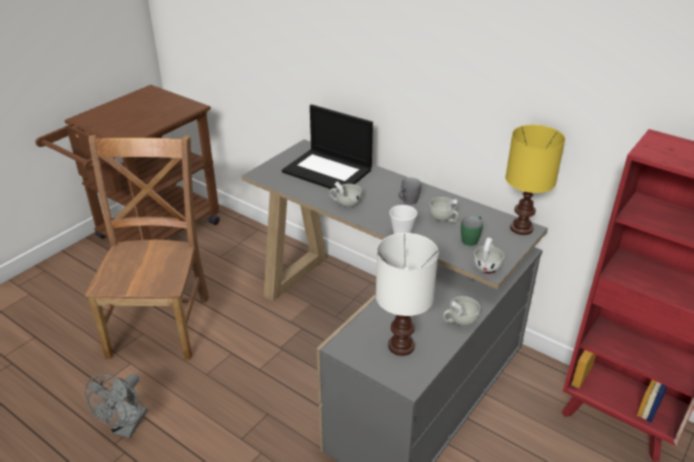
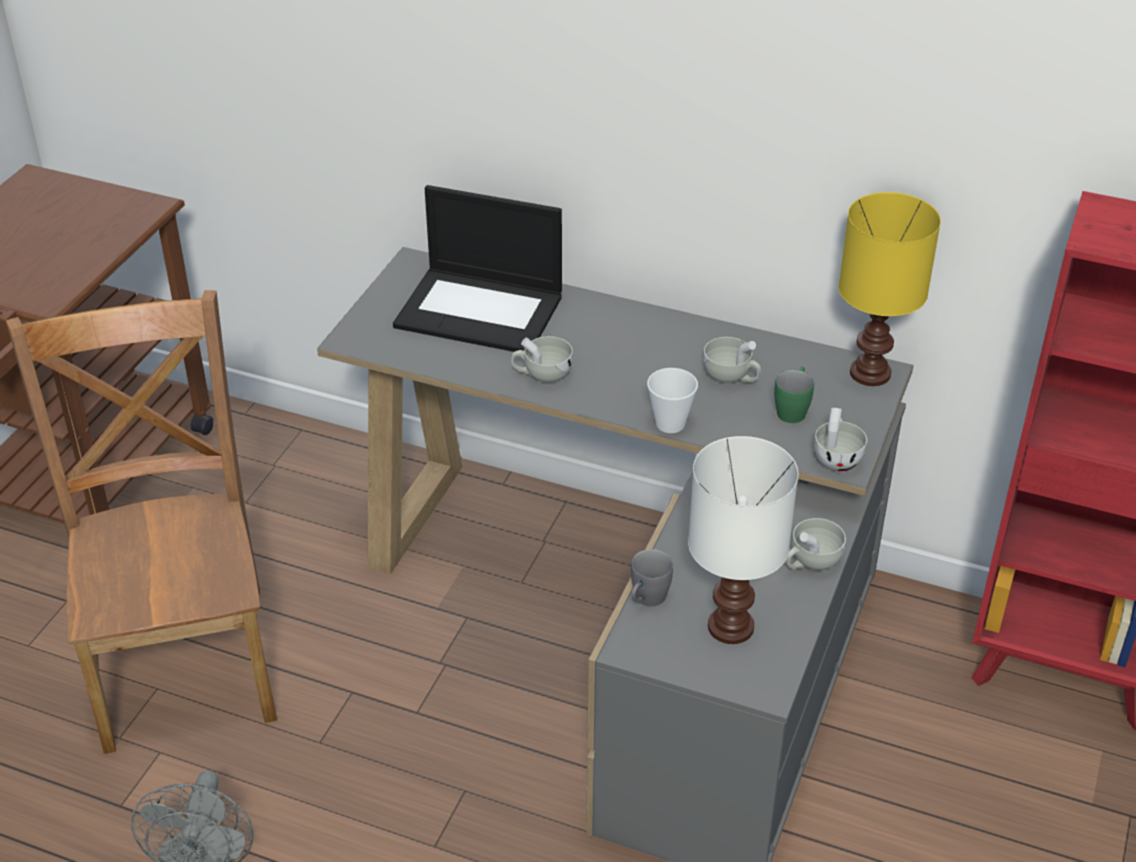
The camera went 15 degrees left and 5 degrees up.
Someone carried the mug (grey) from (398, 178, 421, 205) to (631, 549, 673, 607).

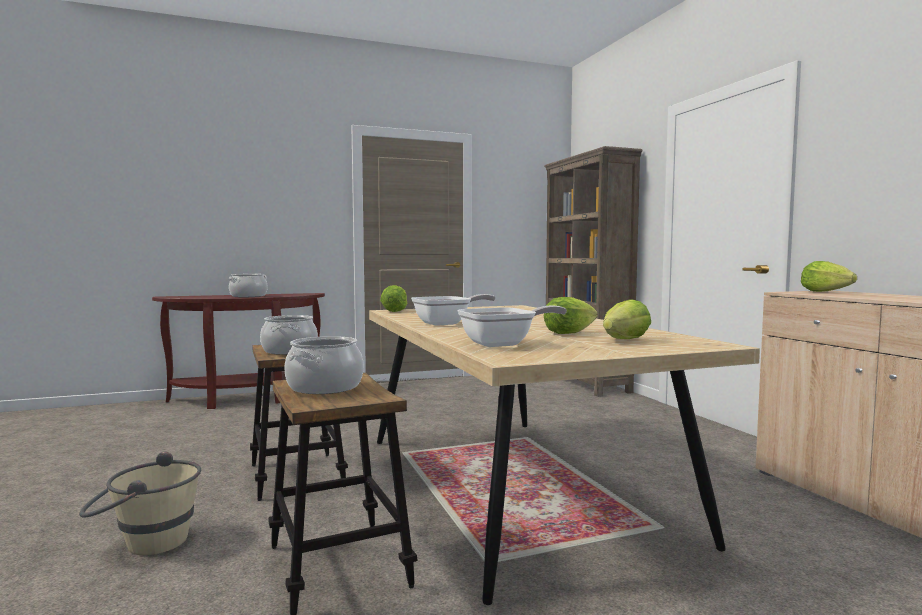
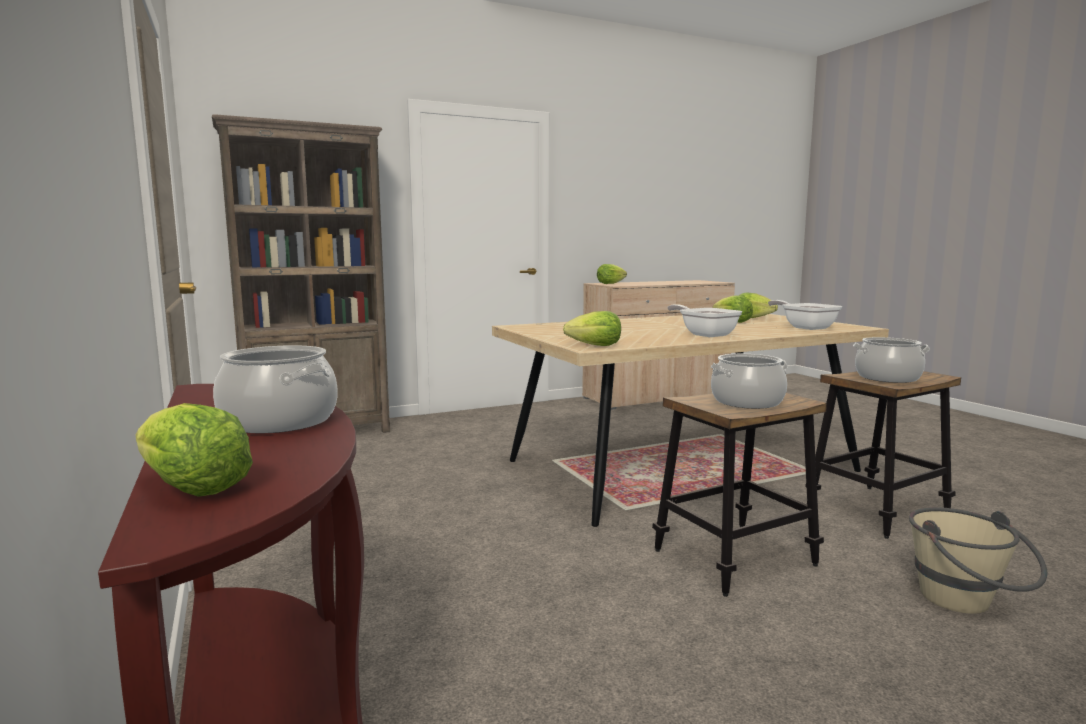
The camera went 95 degrees left and 5 degrees up.
Someone put down the lettuce at (135, 403, 253, 497).

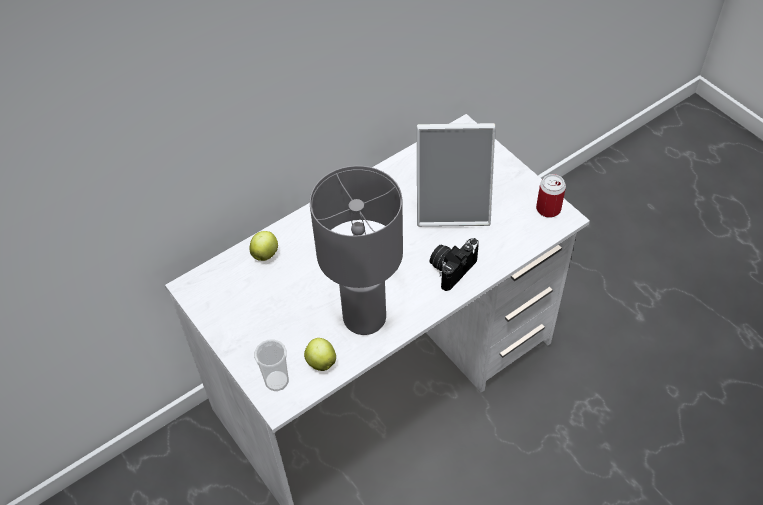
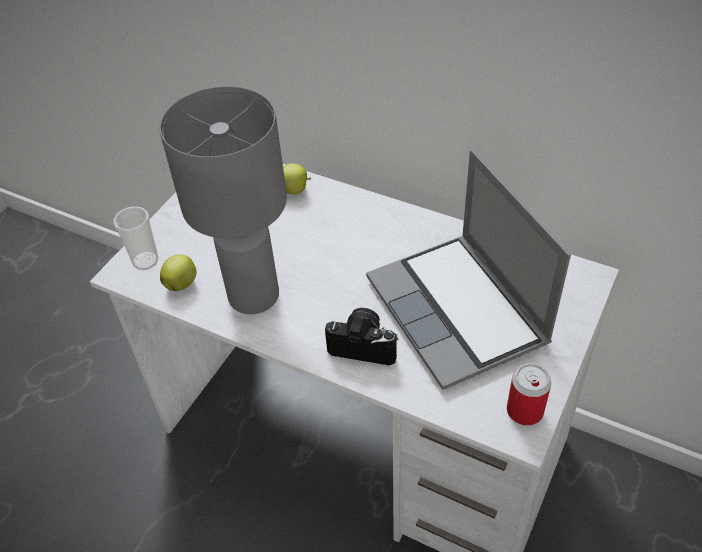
The camera went 65 degrees right and 5 degrees down.
Someone swapped the picture frame at (417, 123, 495, 227) for the laptop at (366, 149, 571, 390).

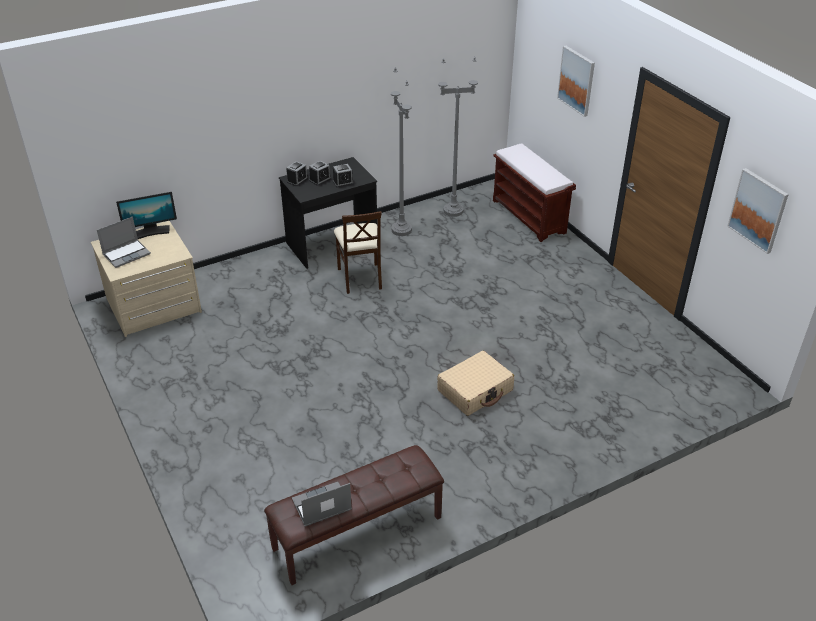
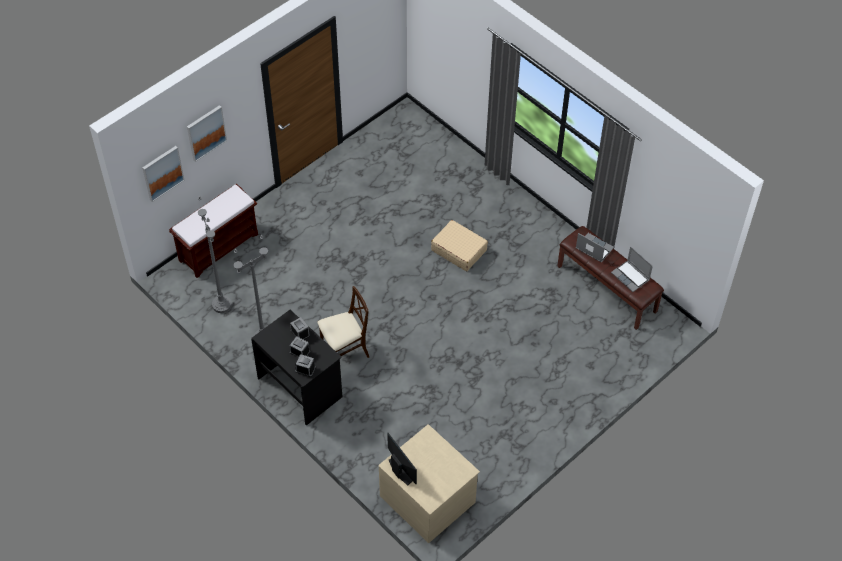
The camera went 105 degrees left and 15 degrees up.
Someone carried the laptop from (97, 217, 151, 268) to (576, 233, 614, 263).
Someone carried the picture from (727, 168, 789, 254) to (142, 146, 184, 202).

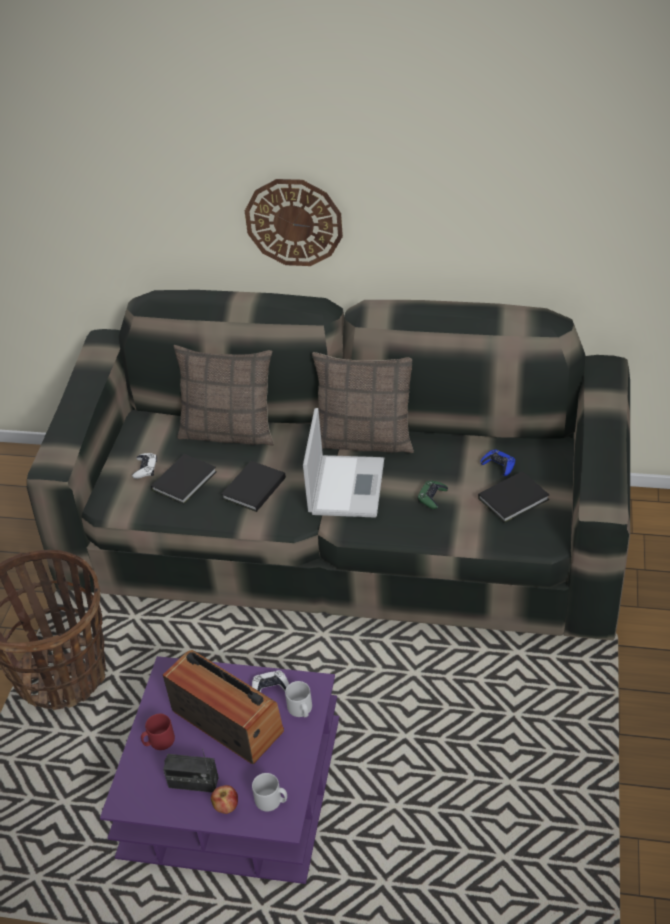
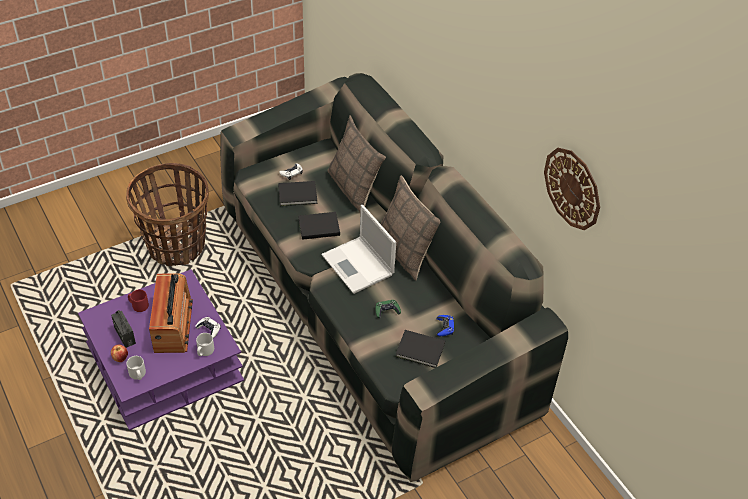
The camera went 45 degrees right and 5 degrees up.
Someone carried the wall clock from (245, 179, 343, 266) to (544, 148, 600, 230).
Someone rotated the laptop at (303, 408, 384, 518) by 90 degrees clockwise.

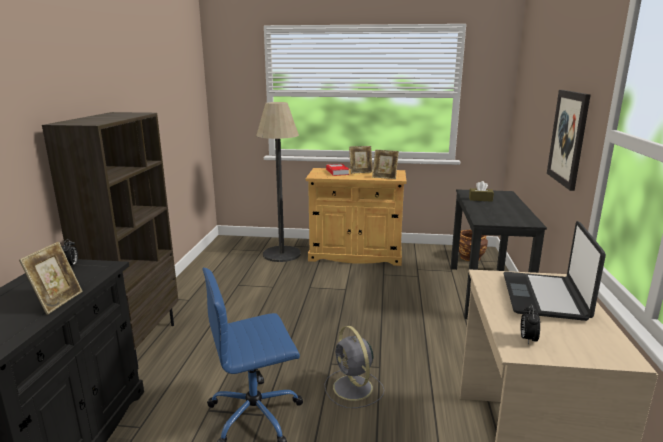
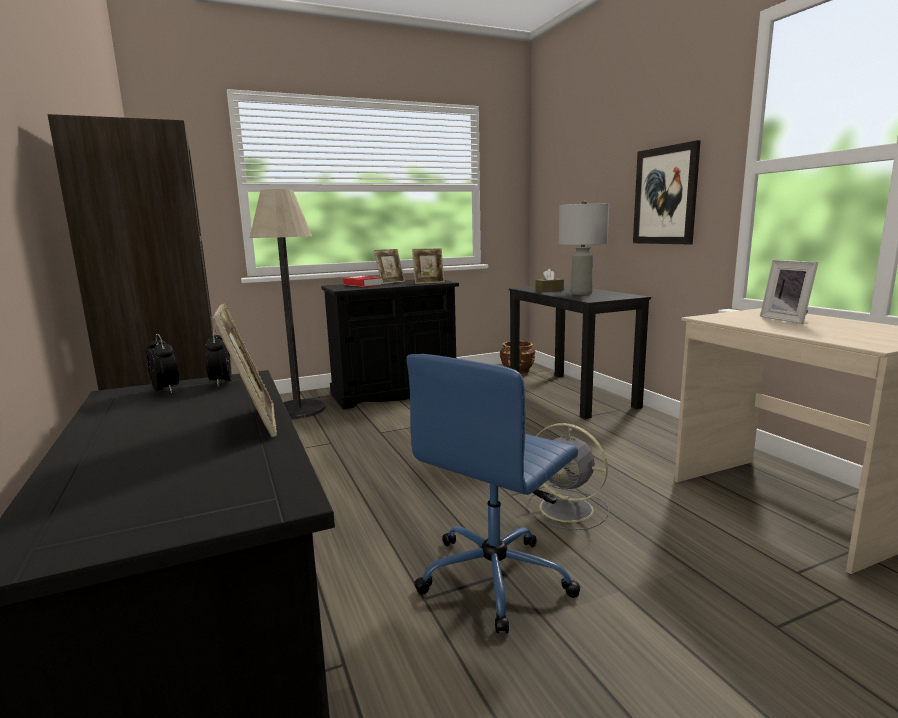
The camera went 30 degrees left and 5 degrees down.
Someone repainted the cabinet (beige) at (306, 168, 407, 266), which became the cabinet (black) at (321, 280, 459, 409).
Someone swapped the laptop at (503, 221, 606, 321) for the picture frame at (760, 260, 818, 324).
Someone carried the alarm clock from (520, 304, 540, 345) to (205, 328, 232, 387).
Someone put down the table lamp (grey) at (559, 201, 609, 295).

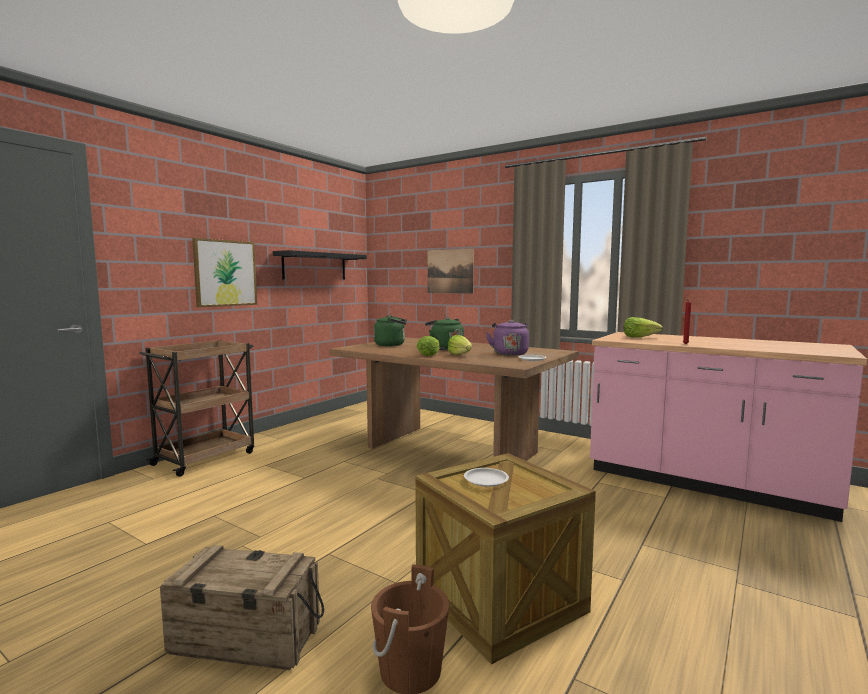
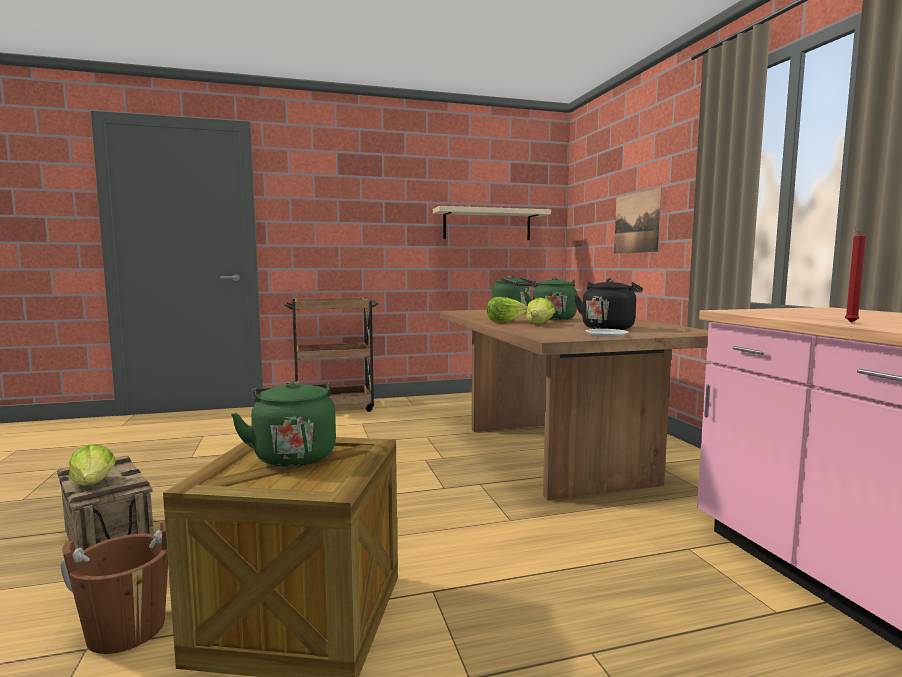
The camera went 40 degrees right and 0 degrees up.
Someone took away the picture at (192, 238, 257, 307).
Someone repainted the shelf (black) at (273, 250, 367, 280), which became the shelf (beige) at (433, 206, 551, 240).
Someone swapped the plate (white) at (464, 468, 509, 487) for the kettle (green) at (231, 380, 336, 467).
Someone repainted the kettle (purple) at (486, 320, 529, 356), which became the kettle (black) at (574, 278, 643, 330).
Someone carried the lettuce from (624, 317, 663, 337) to (69, 445, 116, 485).

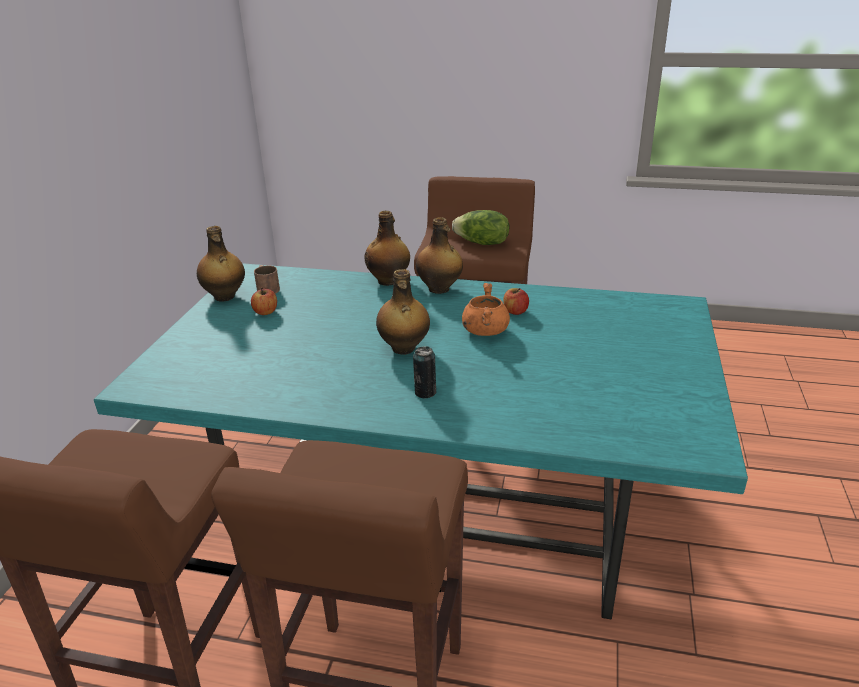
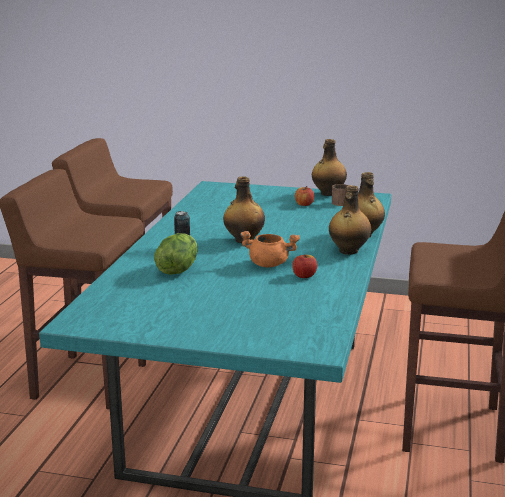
The camera went 90 degrees right and 10 degrees down.
Someone carried the lettuce from (452, 210, 509, 245) to (154, 233, 197, 275).

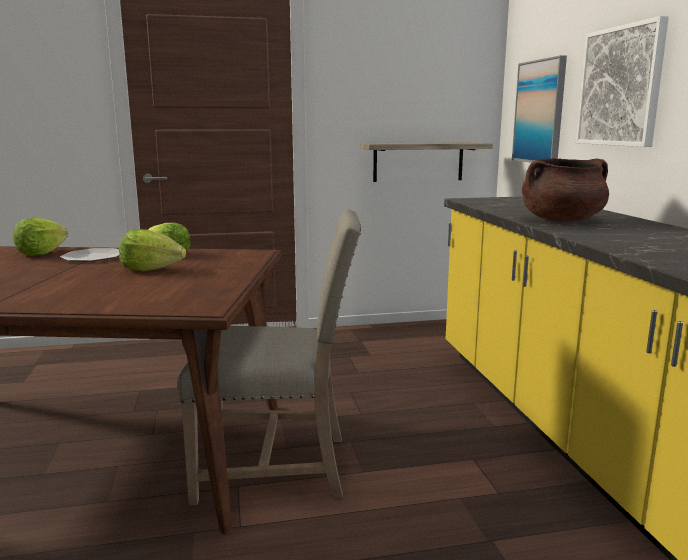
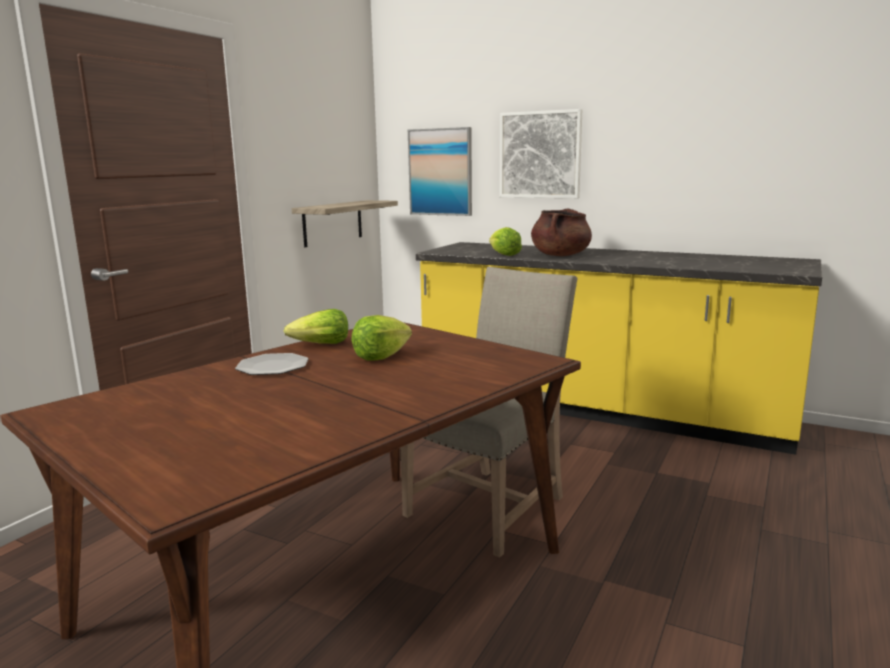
The camera went 50 degrees left and 0 degrees up.
Someone carried the lettuce from (13, 218, 68, 256) to (489, 227, 522, 256).

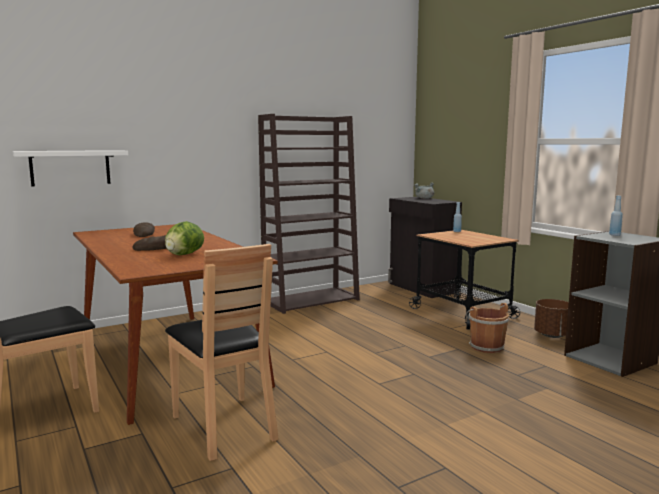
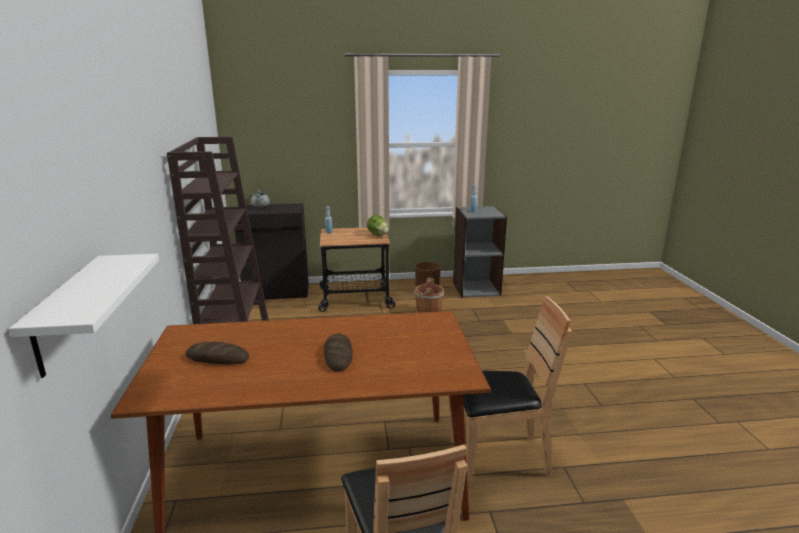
The camera went 65 degrees left and 10 degrees up.
Someone carried the lettuce from (165, 221, 204, 255) to (367, 215, 389, 236).

